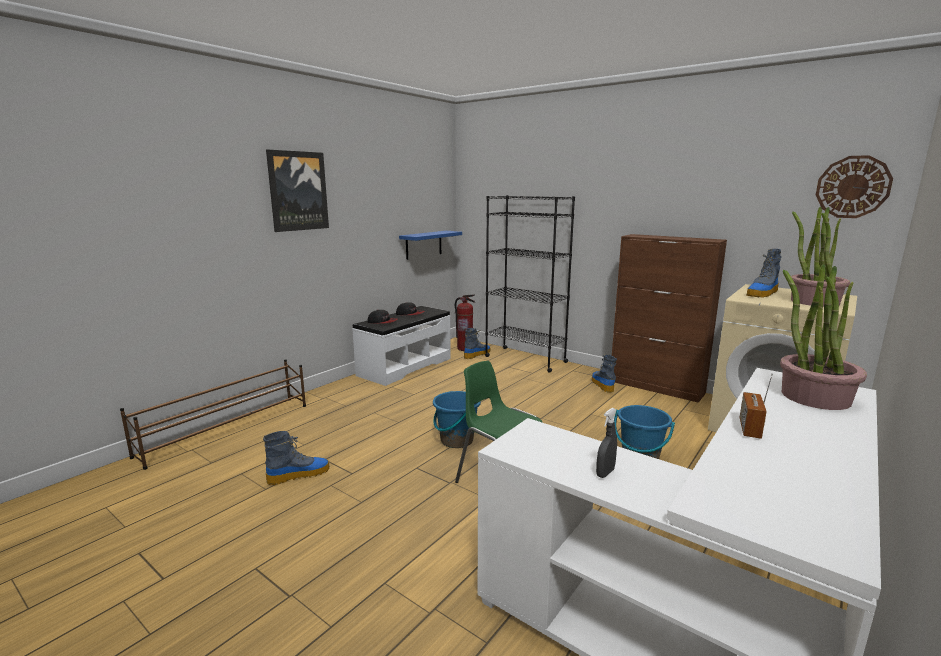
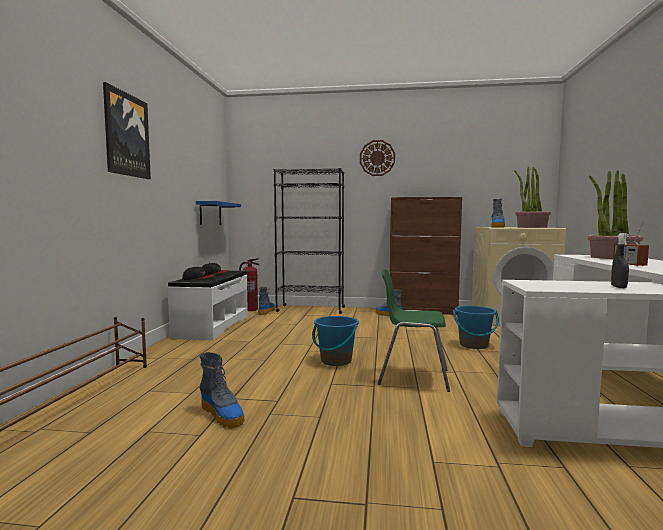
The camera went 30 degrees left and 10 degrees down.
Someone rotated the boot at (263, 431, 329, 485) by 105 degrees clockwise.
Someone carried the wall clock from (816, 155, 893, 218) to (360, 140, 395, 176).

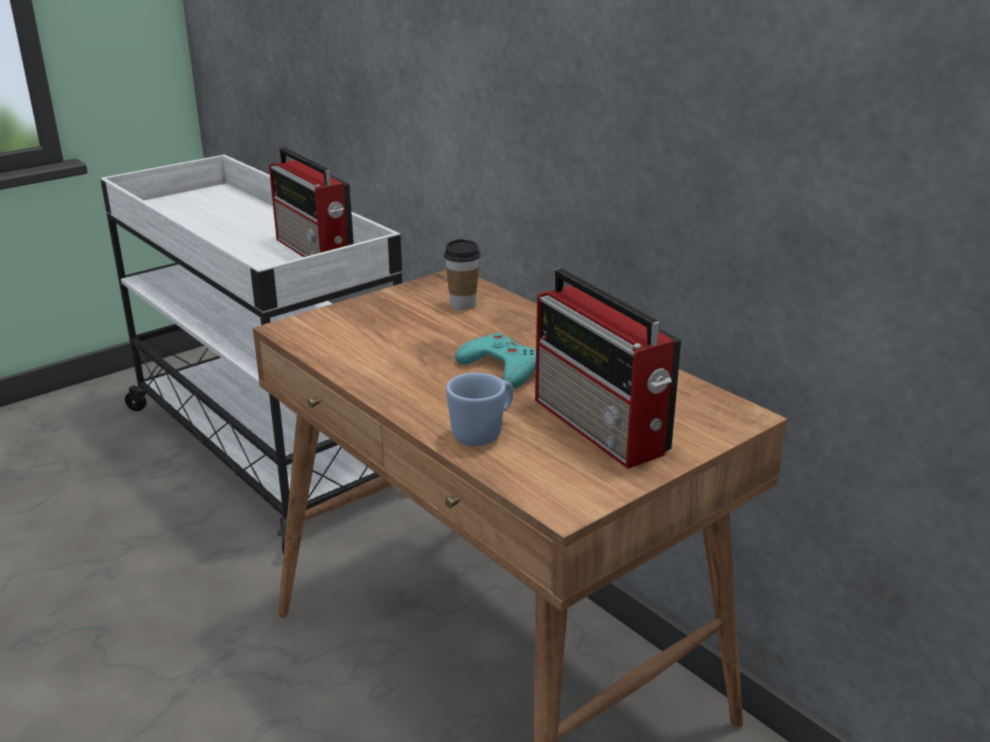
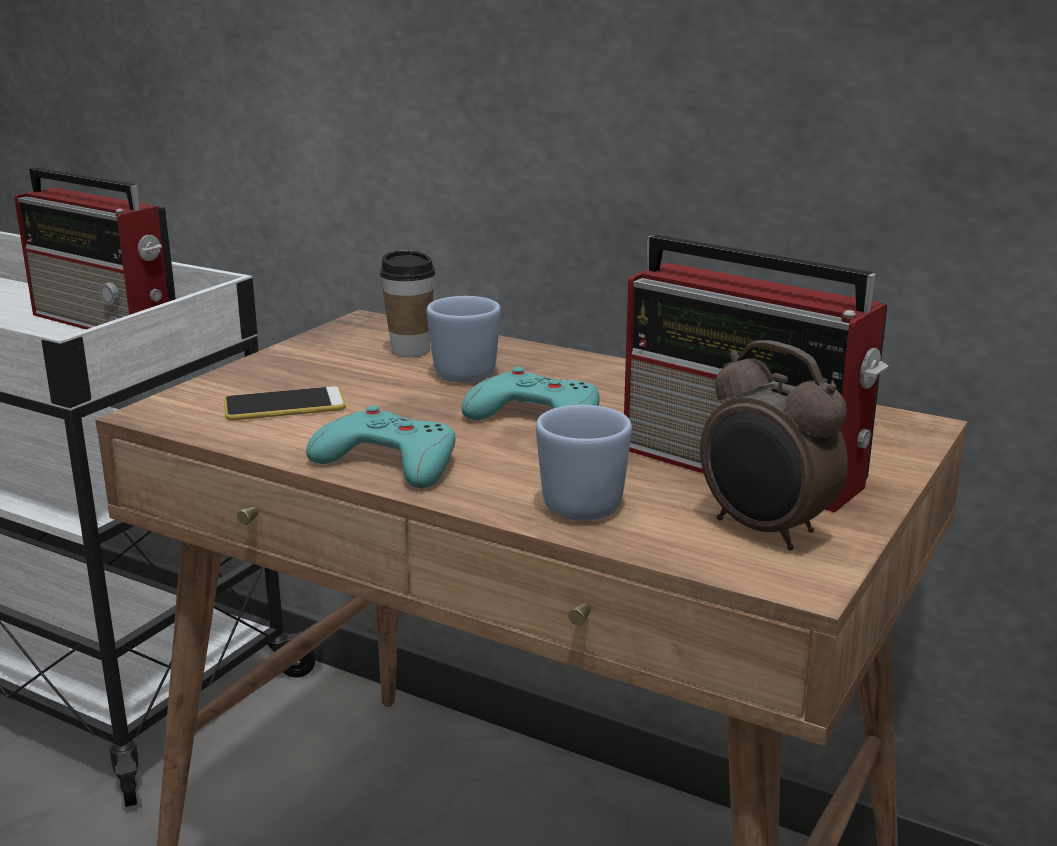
The camera went 20 degrees left and 5 degrees down.
Someone put down the phone at (224, 386, 346, 420).
Someone put down the game controller (turquoise) at (306, 405, 456, 488).
Someone put down the mug (blue) at (427, 296, 501, 383).
Someone put down the alarm clock at (700, 340, 848, 550).

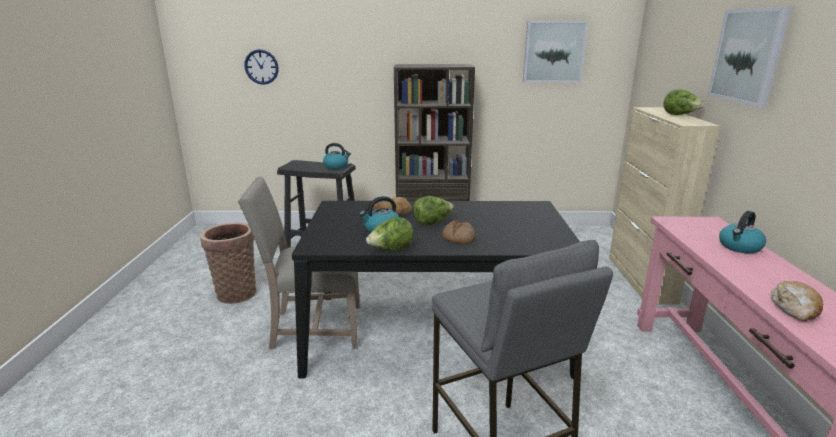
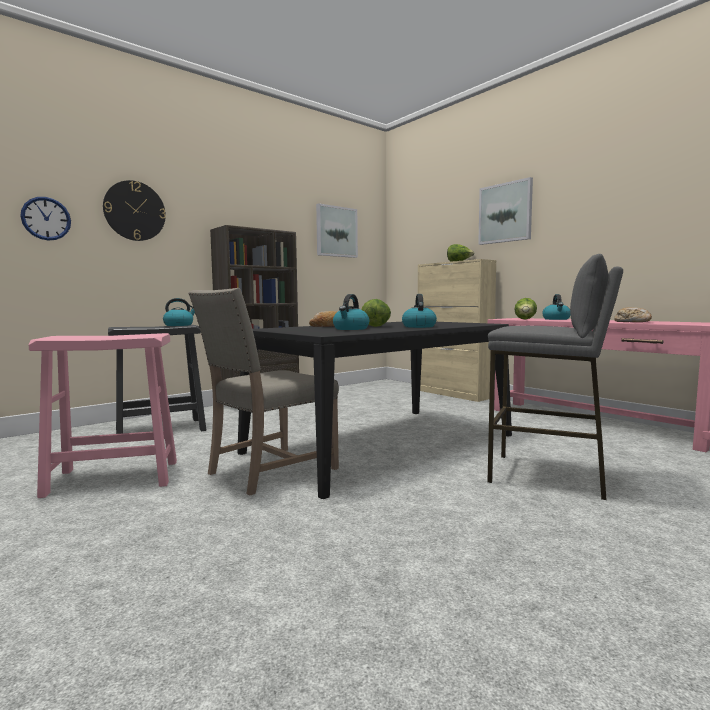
The camera went 40 degrees left and 15 degrees down.
Someone swapped the basket at (200, 223, 256, 304) for the stool (pink) at (29, 333, 177, 498).
Someone carried the lettuce from (366, 217, 414, 250) to (514, 298, 537, 320).
Someone swapped the bread at (442, 220, 476, 244) for the kettle at (402, 294, 437, 328).
Someone put up the wall clock at (103, 180, 166, 241).

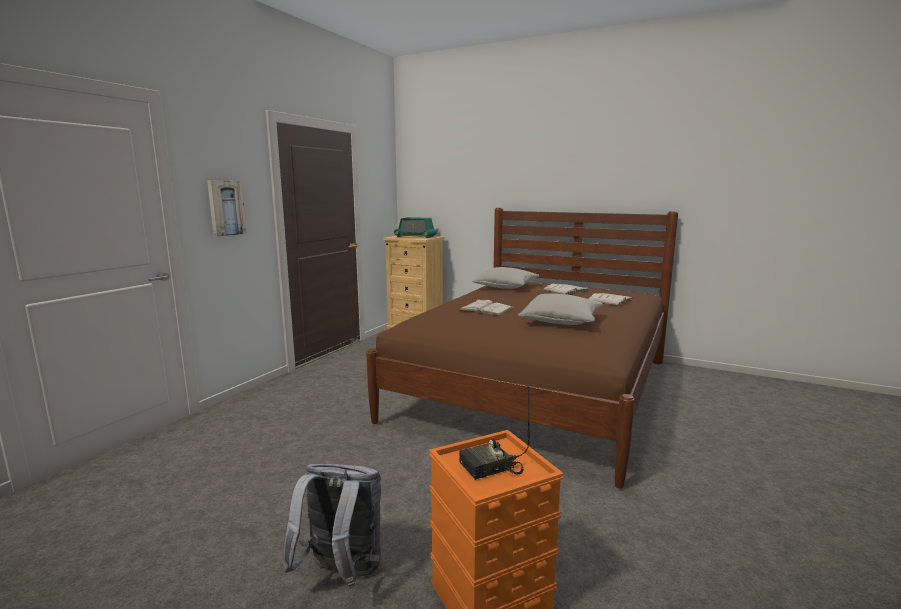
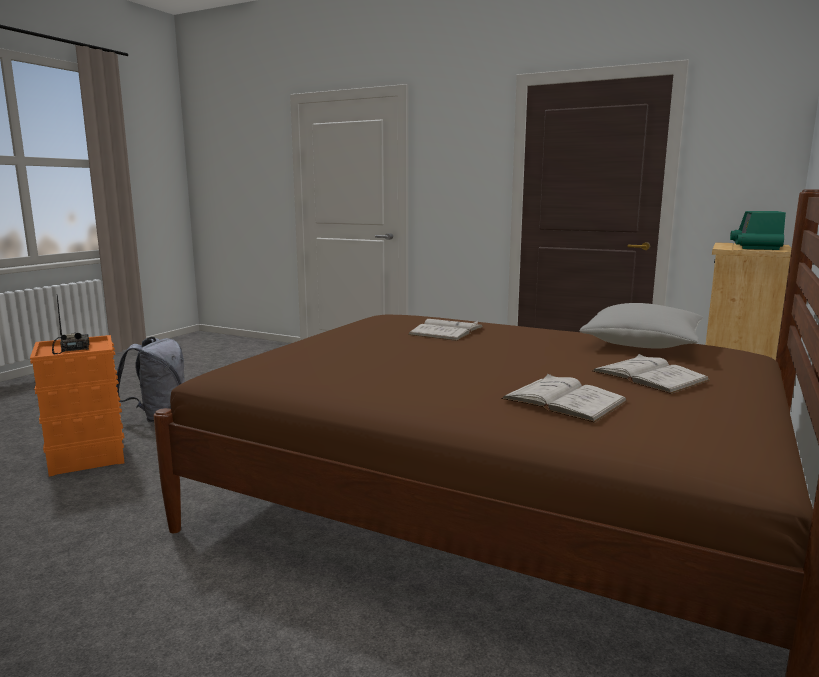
The camera went 90 degrees right and 0 degrees up.
Someone took away the picture at (207, 181, 247, 237).
Someone took away the pillow (grey) at (518, 293, 603, 325).

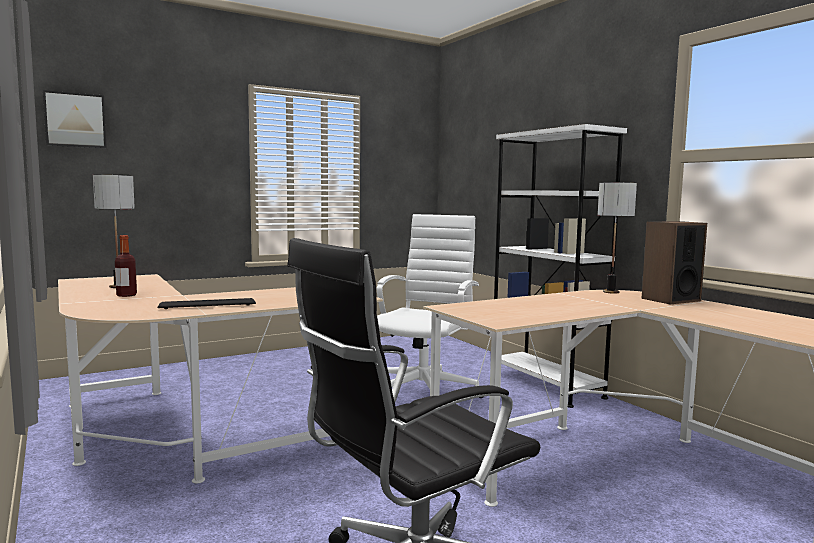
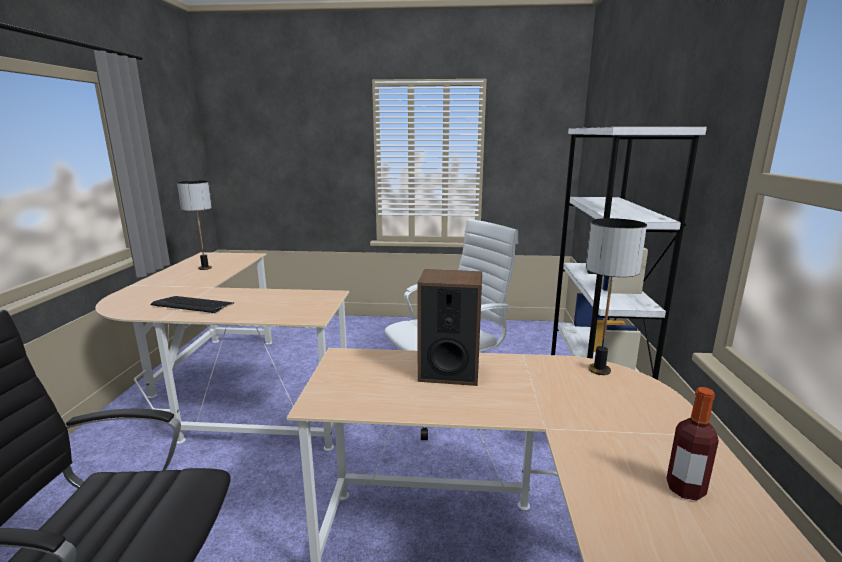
The camera went 35 degrees right and 10 degrees up.
Someone took away the picture at (43, 90, 107, 148).
Someone carried the bottle from (115, 235, 137, 297) to (666, 387, 719, 500).
Someone carried the speaker from (641, 221, 707, 304) to (417, 269, 482, 386).

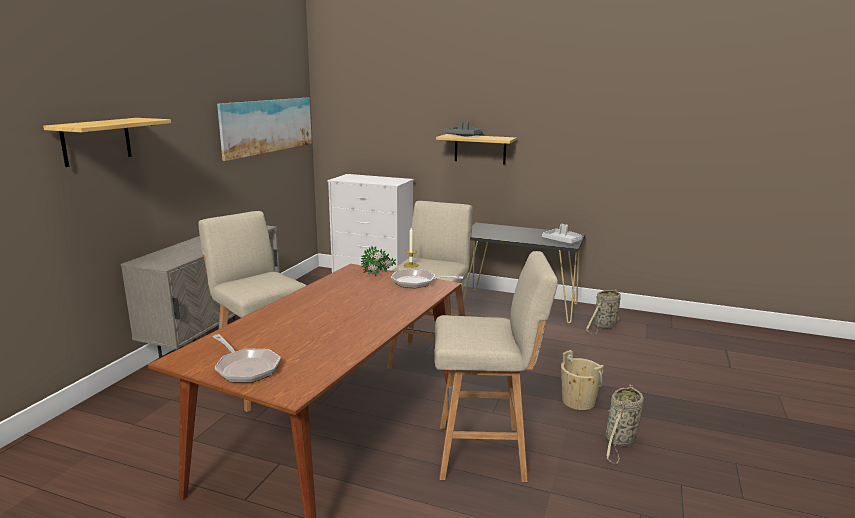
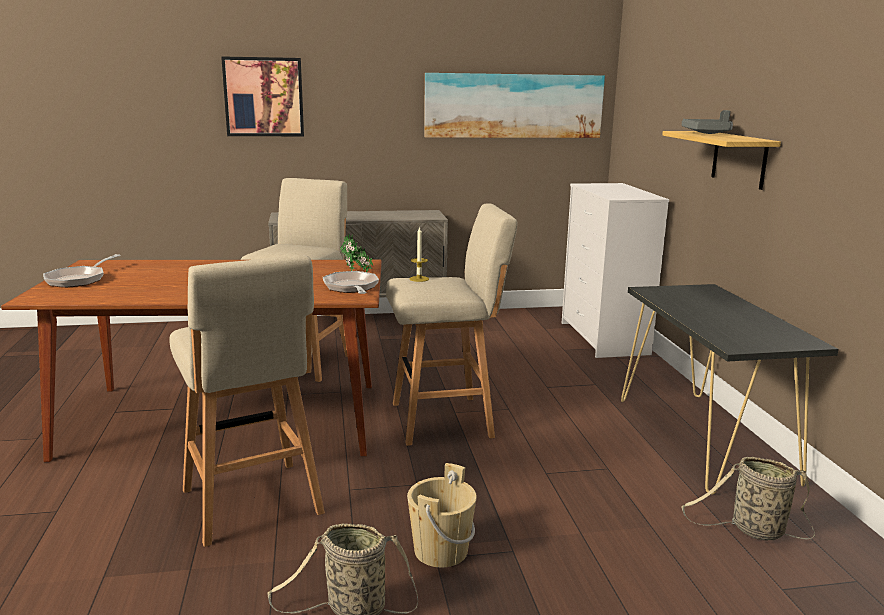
The camera went 60 degrees right and 0 degrees up.
Someone swapped the shelf at (43, 118, 171, 167) for the picture at (221, 56, 304, 136).
Someone took away the tray (grey) at (542, 224, 582, 244).

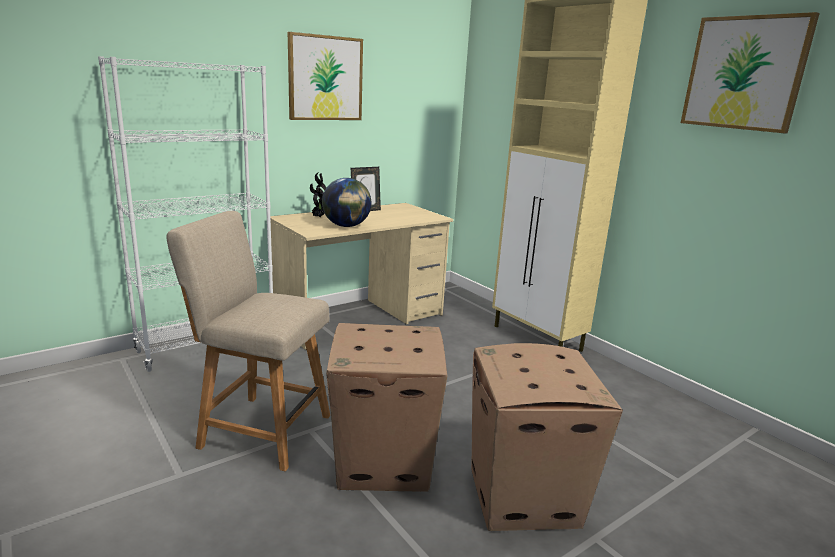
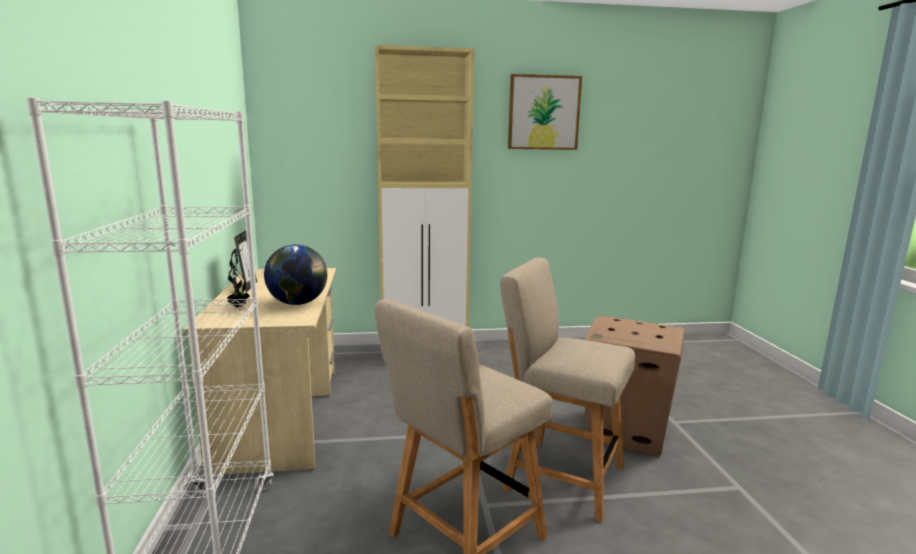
The camera went 60 degrees left and 5 degrees down.
Someone took away the picture at (288, 32, 363, 120).
Someone swapped the cardboard box at (326, 323, 447, 492) for the chair (beige) at (500, 258, 635, 522).

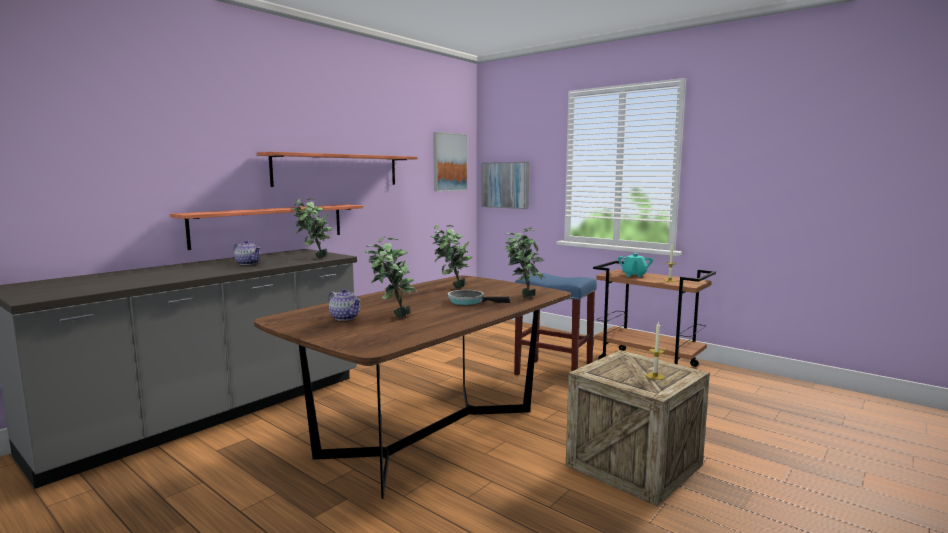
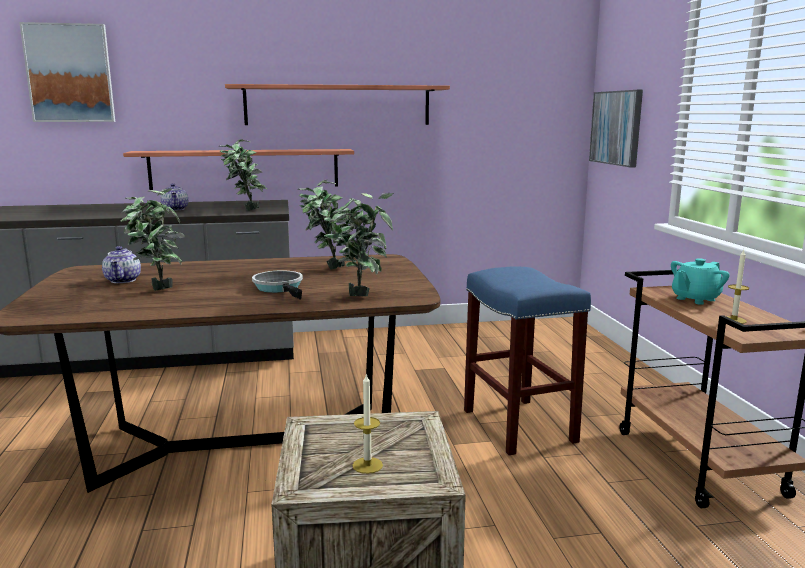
The camera went 40 degrees right and 5 degrees up.
Someone carried the picture from (433, 132, 468, 192) to (19, 22, 115, 122).

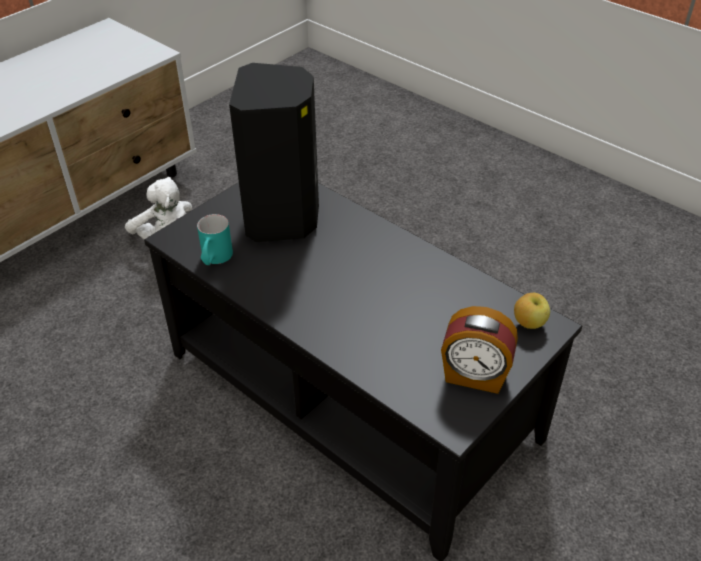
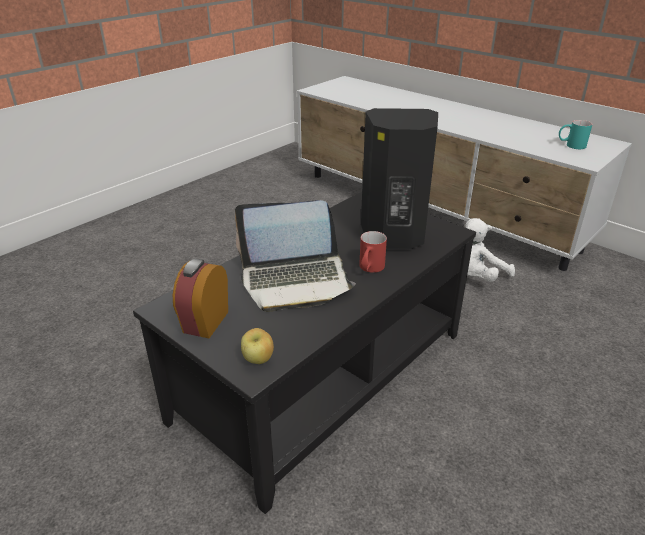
The camera went 90 degrees right and 10 degrees down.
Someone carried the mug (turquoise) from (197, 214, 233, 265) to (559, 120, 593, 149).
Someone put down the laptop at (235, 200, 356, 312).
Someone put down the mug (red) at (359, 231, 387, 273).

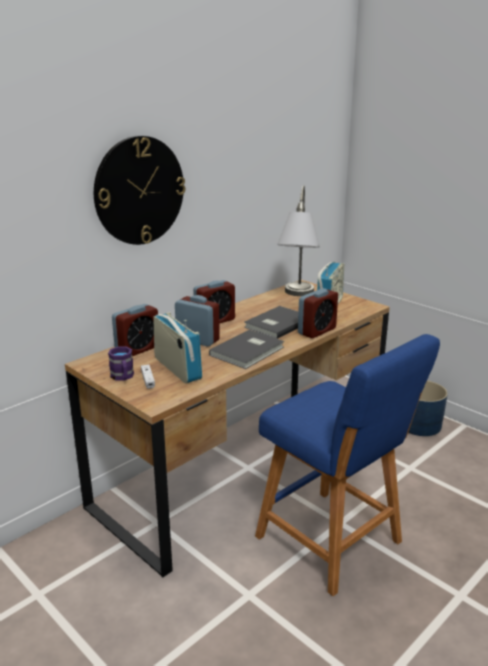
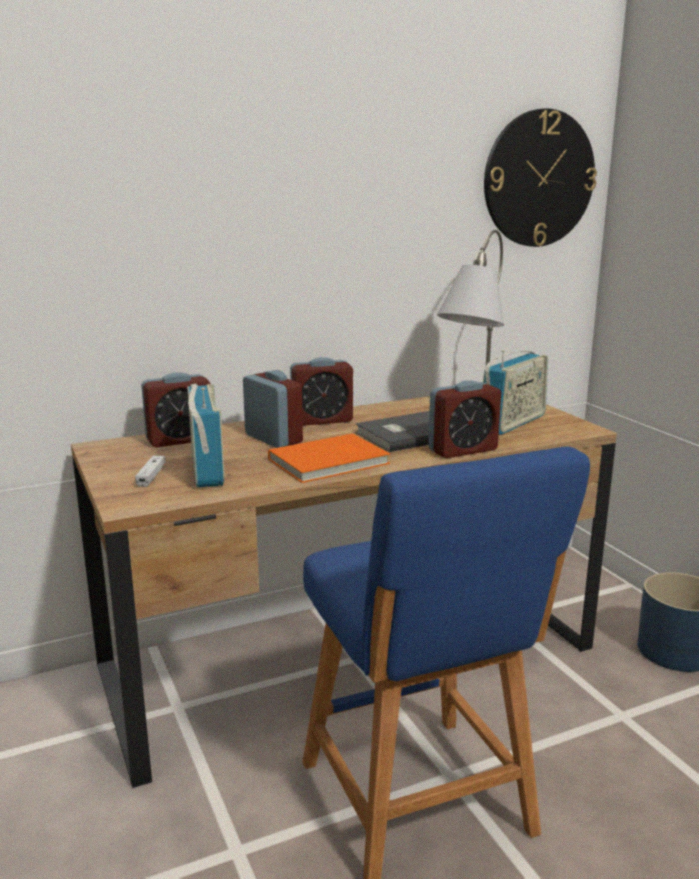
The camera went 20 degrees right and 5 degrees down.
Someone carried the wall clock from (94, 136, 185, 245) to (484, 108, 597, 247).
Someone took away the mug (purple) at (108, 347, 134, 381).
Someone repainted the book (grey) at (209, 330, 284, 369), which became the book (orange) at (268, 433, 390, 483).

